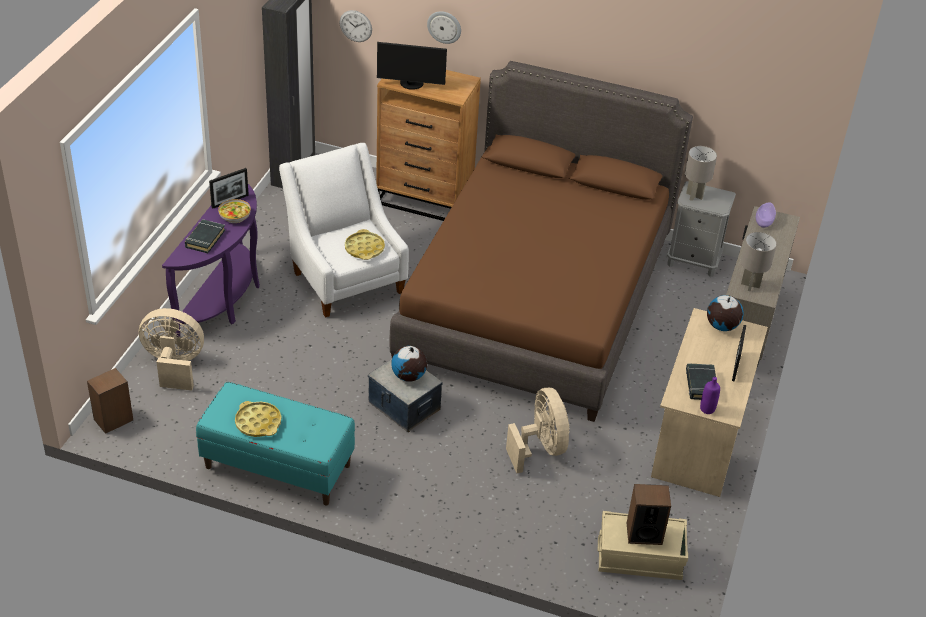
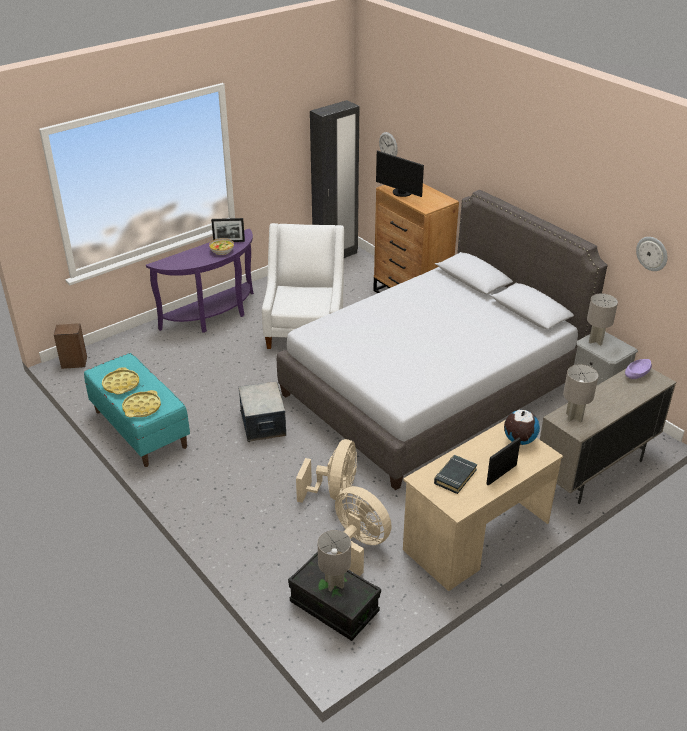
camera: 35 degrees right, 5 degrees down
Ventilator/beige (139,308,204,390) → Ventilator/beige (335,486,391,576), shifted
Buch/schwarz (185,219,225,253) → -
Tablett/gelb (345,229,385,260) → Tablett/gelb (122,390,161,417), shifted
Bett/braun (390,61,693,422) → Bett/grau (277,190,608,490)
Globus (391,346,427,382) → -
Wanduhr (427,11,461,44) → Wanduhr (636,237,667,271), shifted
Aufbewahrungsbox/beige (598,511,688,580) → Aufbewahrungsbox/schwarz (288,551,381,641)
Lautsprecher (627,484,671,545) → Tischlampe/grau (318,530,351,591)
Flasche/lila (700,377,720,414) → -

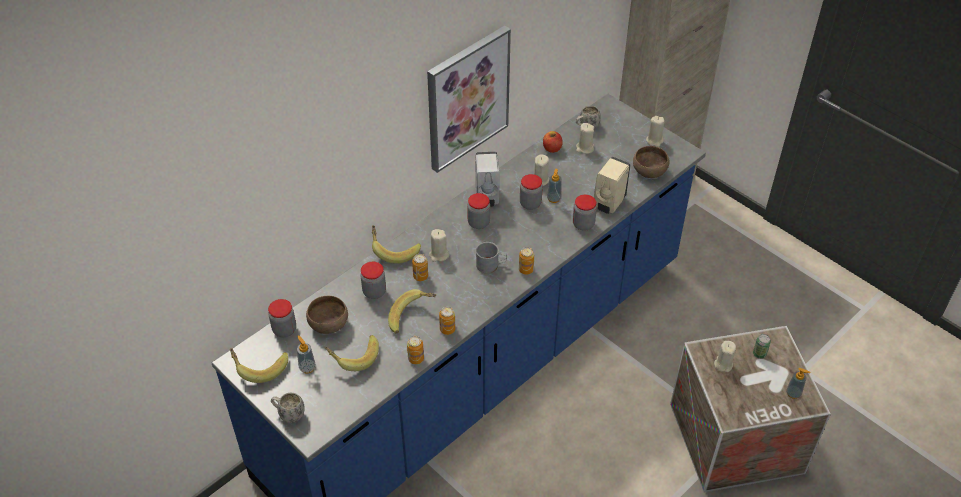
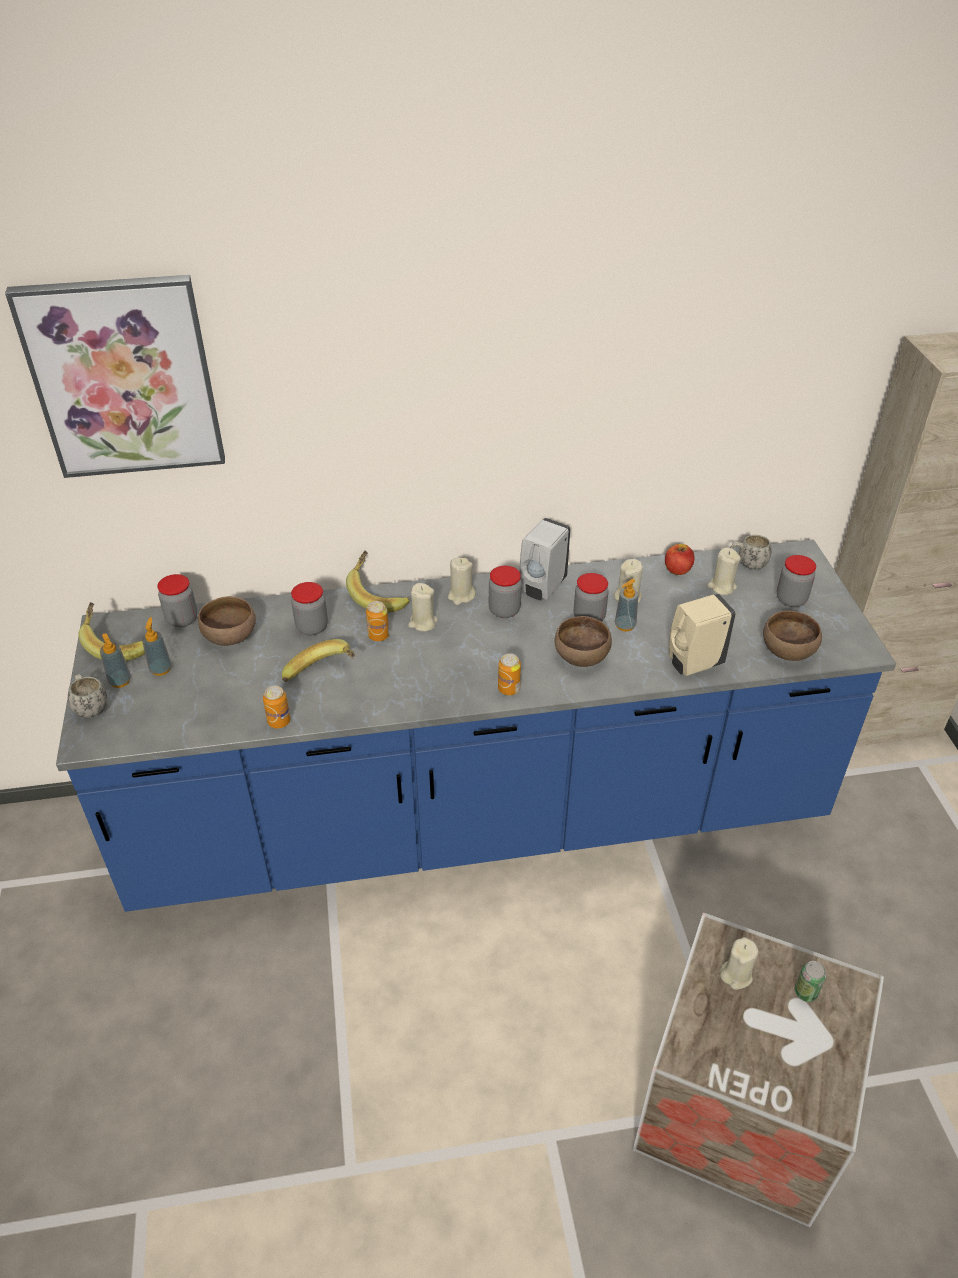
camera: 35 degrees right, 5 degrees down
Banane (325,335,379,371) → -
Bild (427,26,511,173) → Bild (5,275,225,478), shifted
Dose (439,307,456,335) → -
Henkelbecher/grau (476,242,507,273) → -
Vorratsglas (573,195,597,231) → Vorratsglas (777,555,816,607), shifted
Kerze/beige (646,116,664,147) → Kerze/beige (448,558,476,605), shifted
Seifenspender (786,368,811,399) → Seifenspender (100,633,131,688), shifted
- → Schüssel/braun (554,616,612,667)

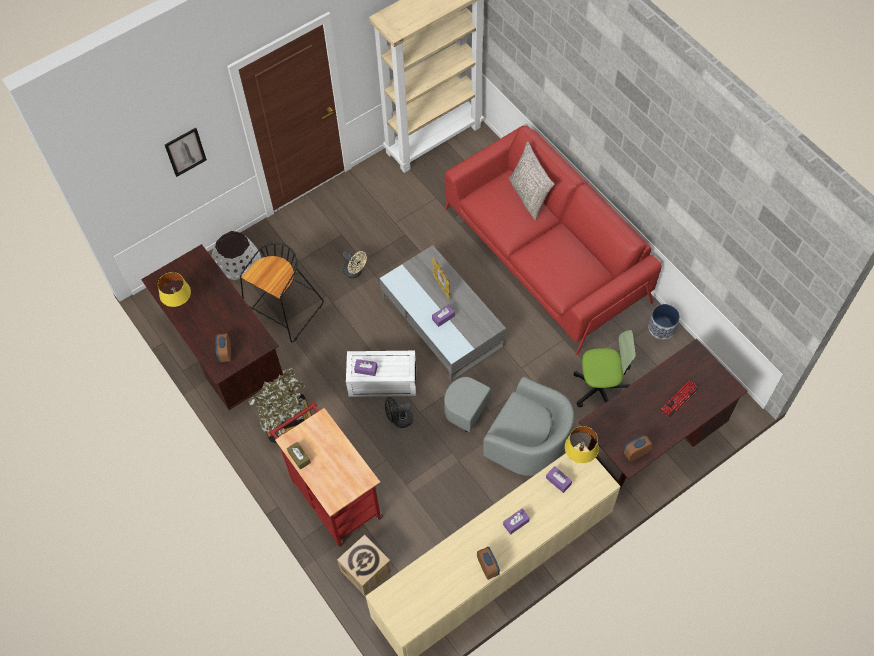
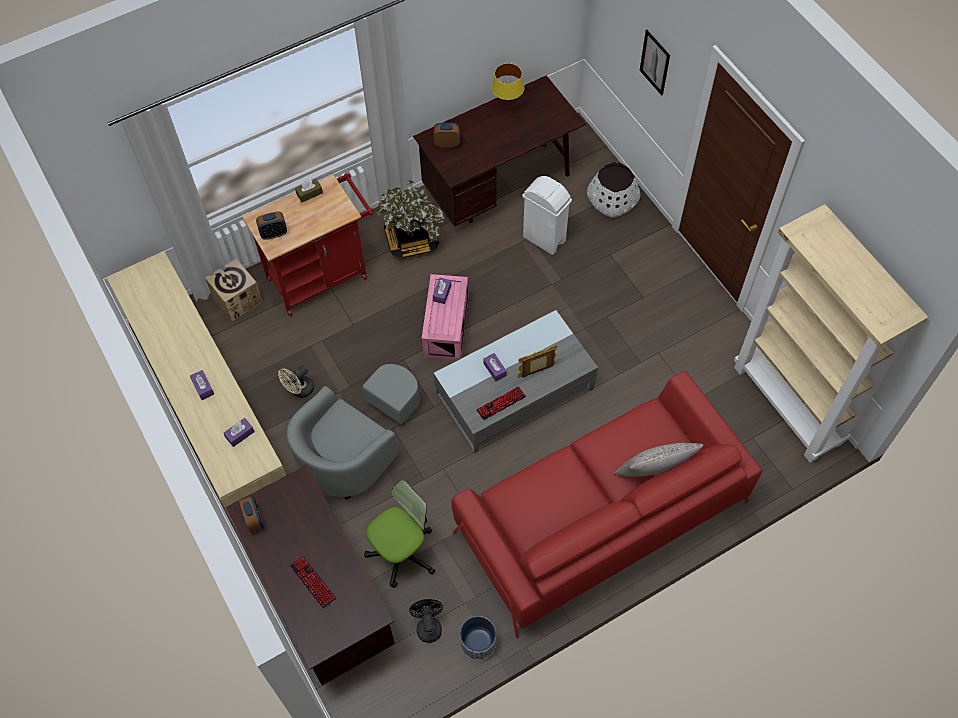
camera: 95 degrees right, 0 degrees up
Hocker/schwarz (240,243,324,343) → Mülleimer/weiß (522,176,572,255)
Ventilator/beige (342,251,367,279) → Ventilator/beige (278,365,314,398), shifted
Aufbewahrungsbox/weiß (346,351,416,397) → Aufbewahrungsbox/rosa (422,274,468,360)
Ventilator/schwarz (385,397,413,428) → Ventilator/schwarz (409,599,443,643), shifted
Wecker (477,547,500,580) → Wecker (256,211,287,240), shifted
Tischlampe/gelb (565,426,599,463) → -
Bürostuhl (574,330,636,407) → Bürostuhl (364,480,435,588), 135 degrees counterclockwise
- → Tastatur (476,386,526,420)

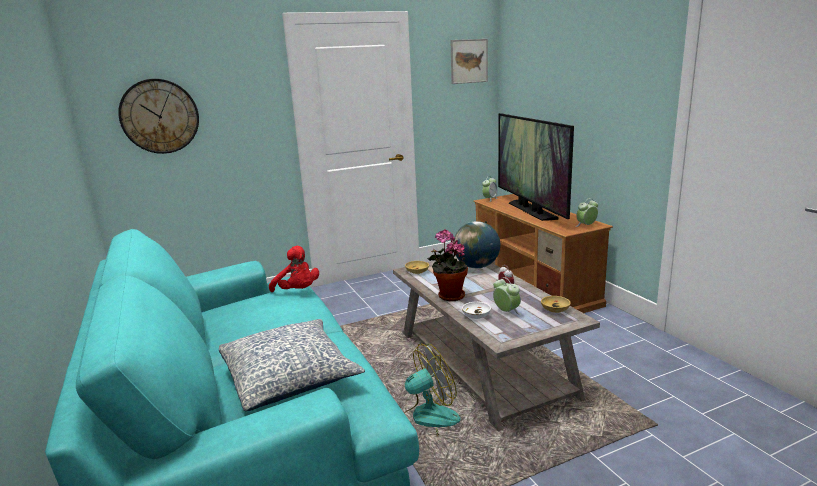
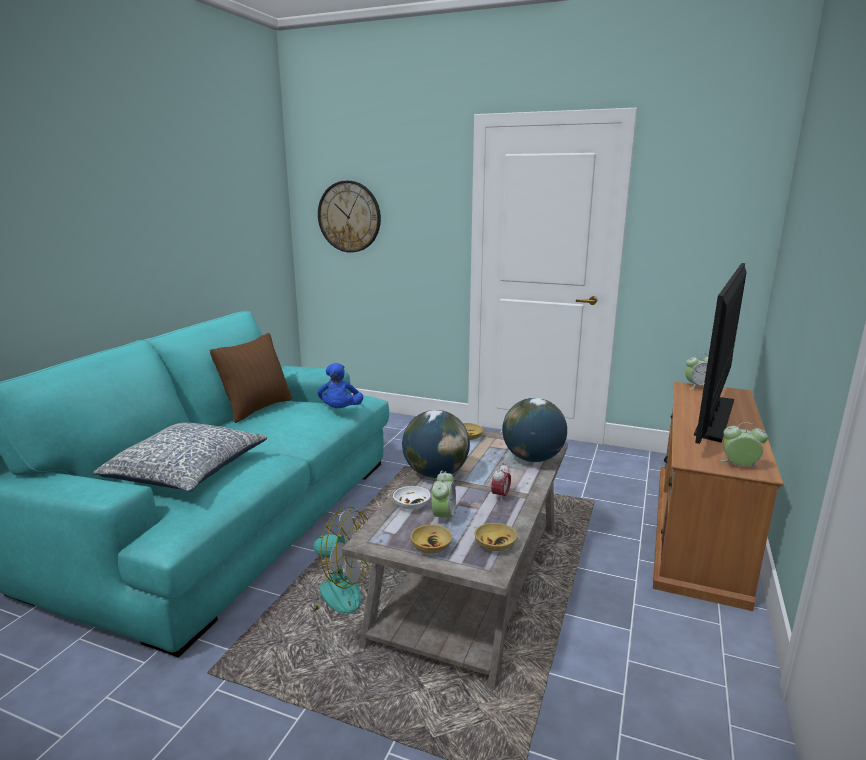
camera: 45 degrees right, 0 degrees up
Plüschtier/rot (269,246,319,292) → Plüschtier/blau (317,363,363,408)
Topfpflanze (427,229,468,301) → Globus (402,410,470,478)
Bild (450,39,488,84) → -
- → Kissen/braun (210,333,292,423)
- → Schüssel/beige (410,524,452,553)

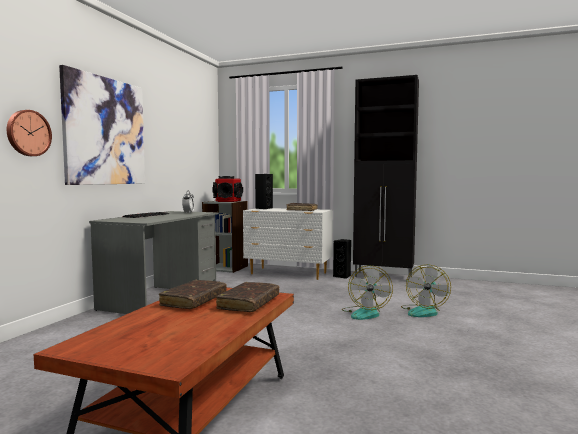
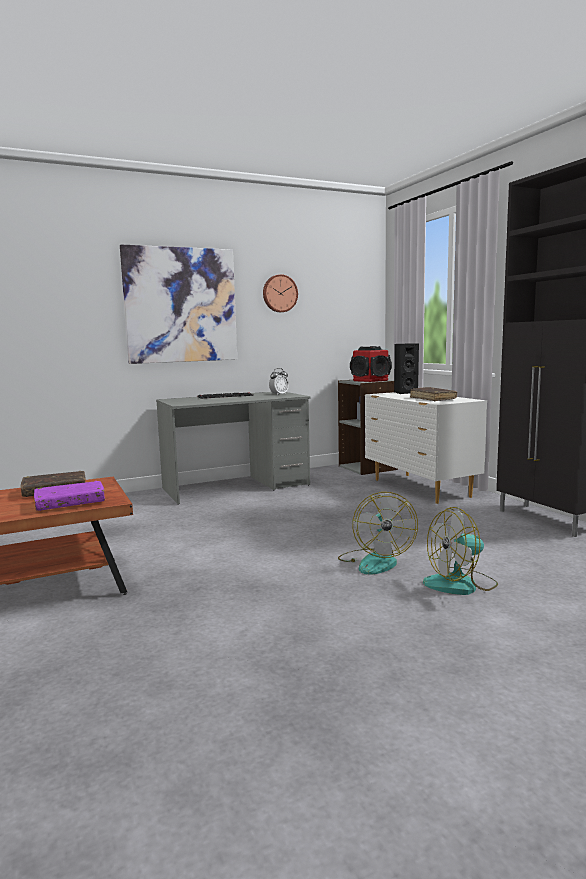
camera: 45 degrees right, 5 degrees up
Wanduhr (7,110,52,156) → Wanduhr (263,274,298,312), shifted
Buch/braun (216,282,279,312) → Buch/lila (34,481,105,511)
Lautsprecher/schwarz (333,239,351,279) → -
Ventilator (342,266,393,320) → Ventilator (338,492,418,574), 60 degrees counterclockwise

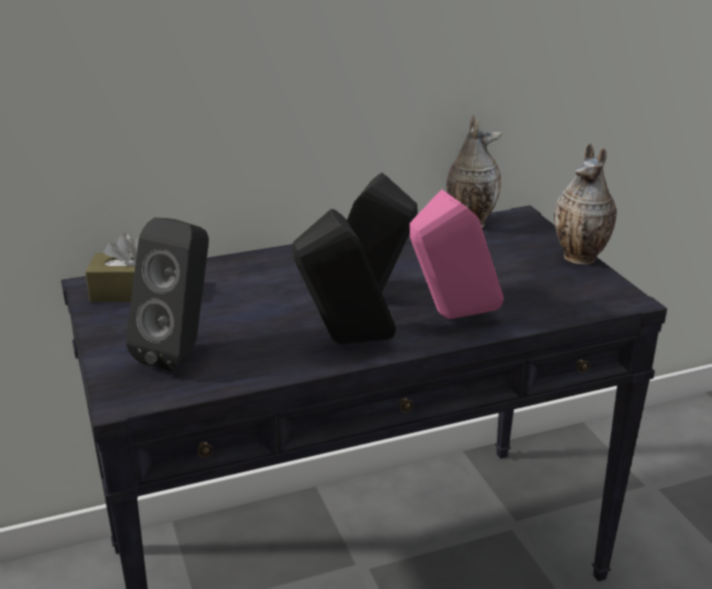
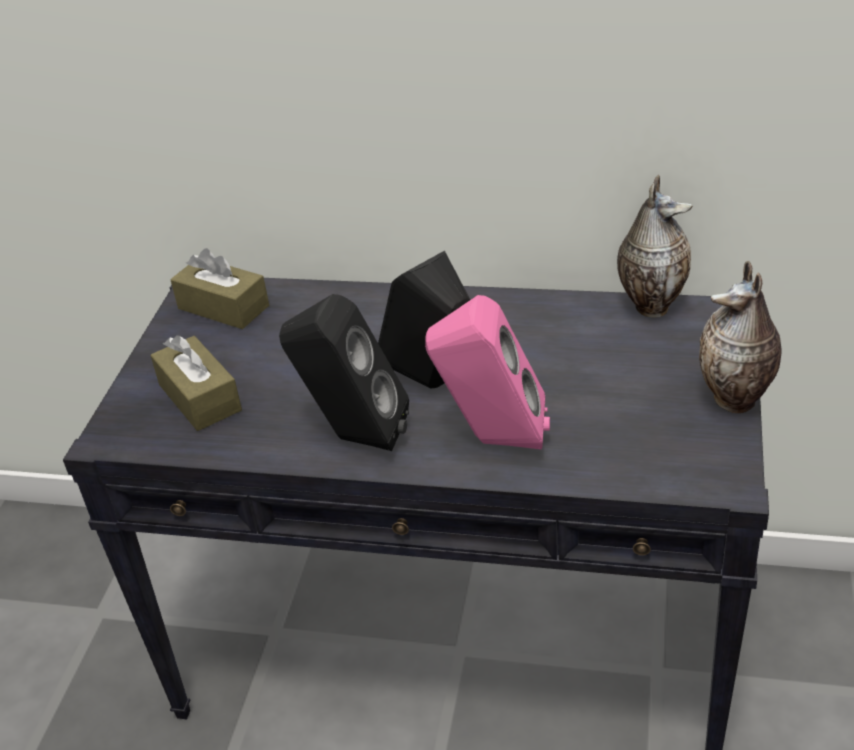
camera: 35 degrees right, 10 degrees up
Lautsprecher/schwarz (126,218,209,371) → Taschentuchbox/braun (150,335,242,431)

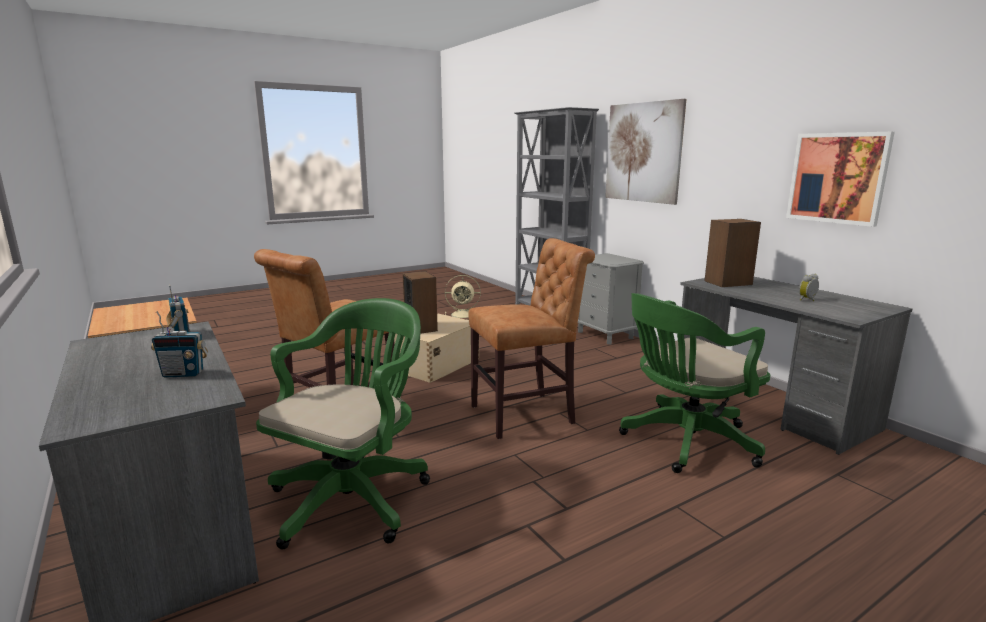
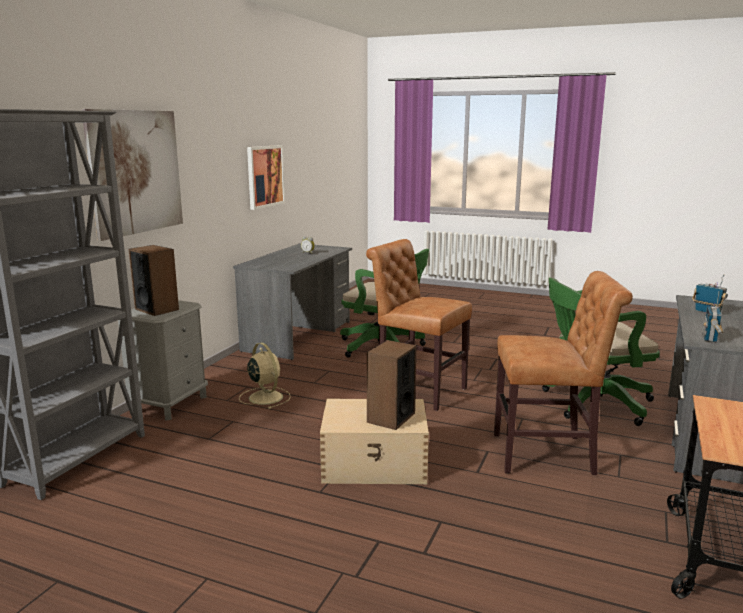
camera: 125 degrees left, 0 degrees up
Ventilator/beige (445,275,481,320) → Ventilator/beige (239,343,291,409), shifted
Lautsprecher (705,219,761,287) → Lautsprecher (129,245,179,316), shifted

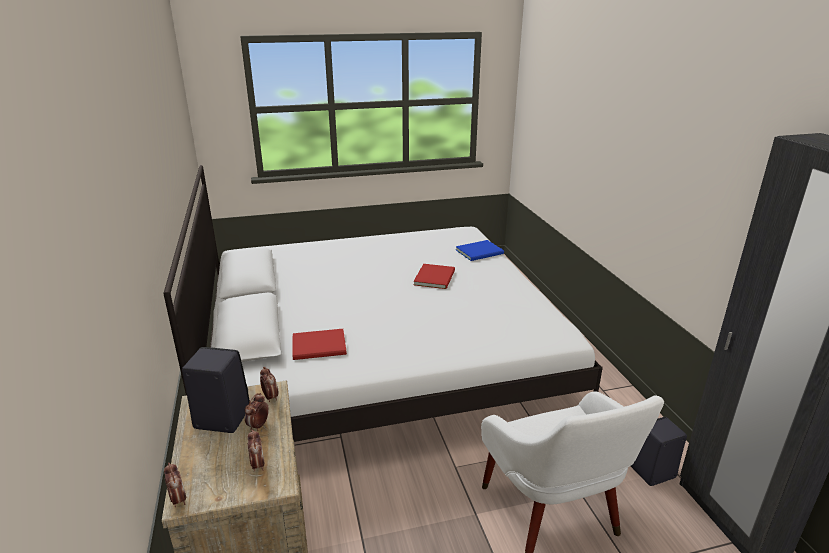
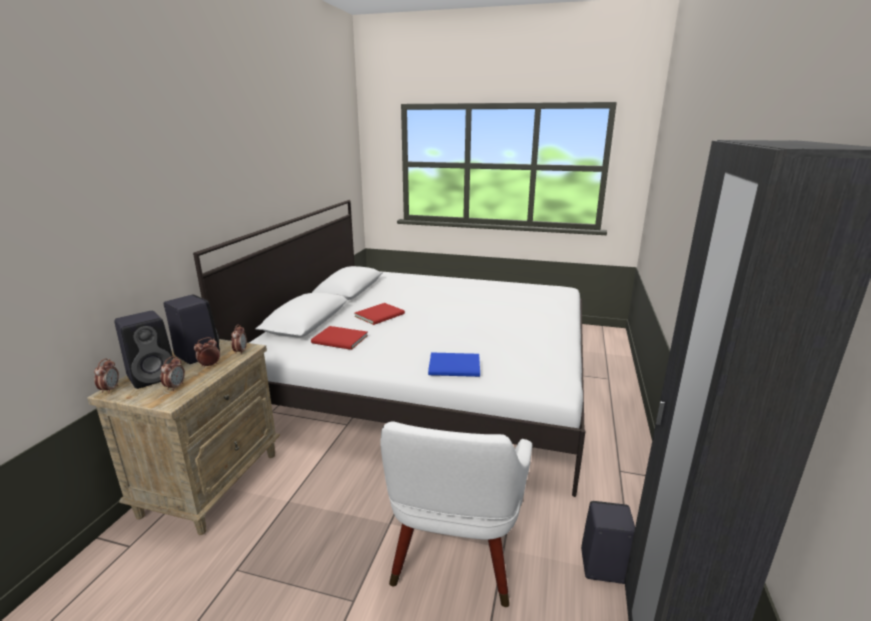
camera: 30 degrees right, 5 degrees down
Buch/rot (413,264,455,289) → Buch/rot (354,303,405,325), shifted
Buch/blau (456,240,504,261) → Buch/blau (428,352,480,377), shifted
- → Lautsprecher/schwarz (114,311,173,389)

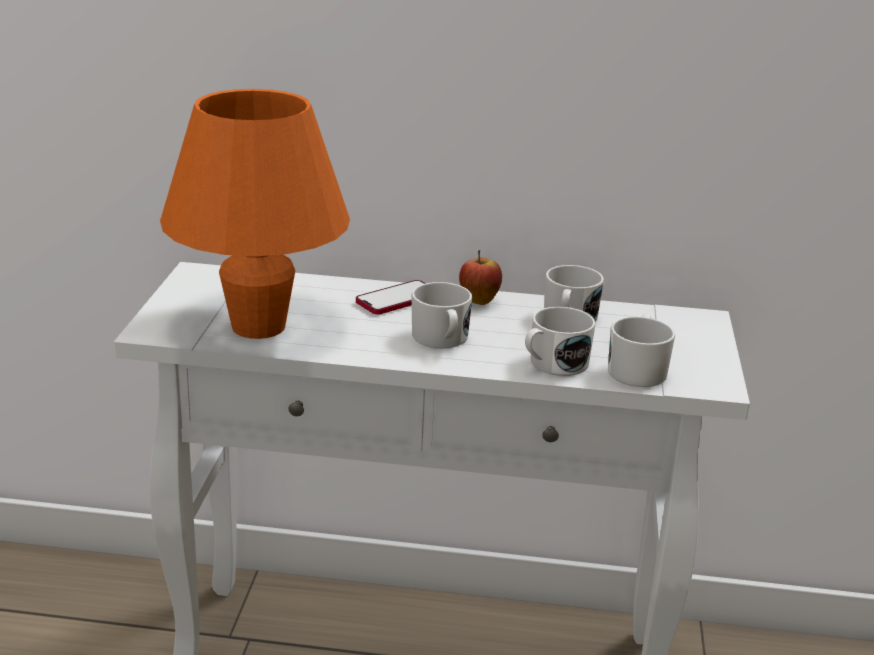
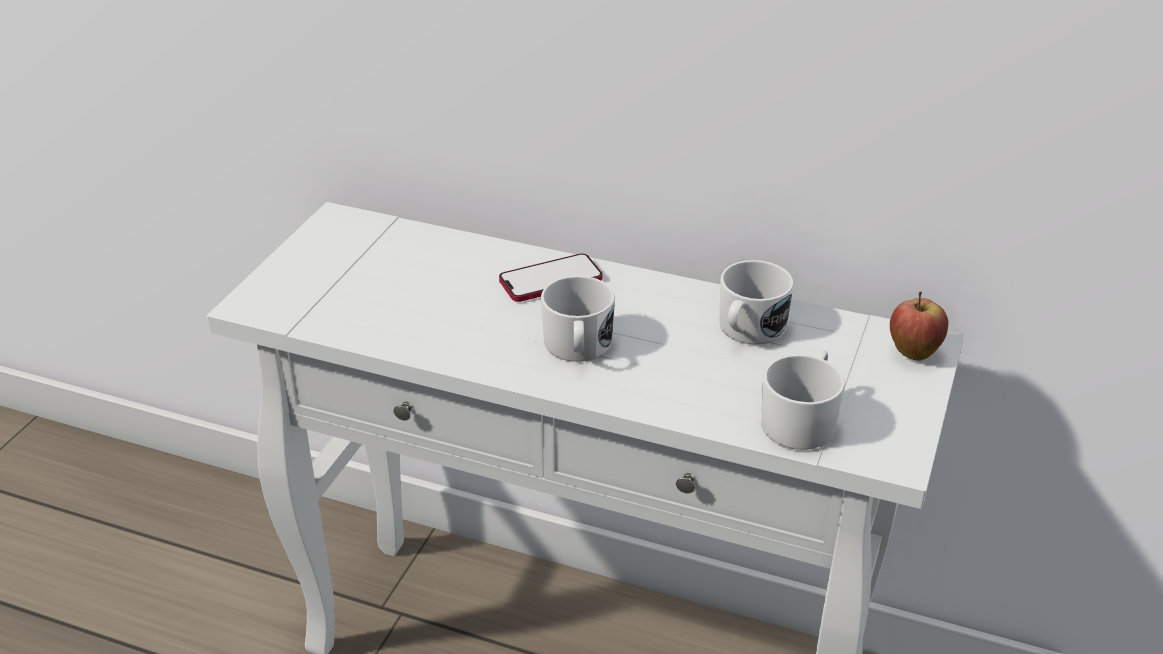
camera: 15 degrees right, 10 degrees up
Tischlampe/orange (160,89,350,339) → -
Apfel (459,250,502,305) → Apfel (890,292,948,361), shifted
Henkelbecher/weiß (525,307,596,376) → -

